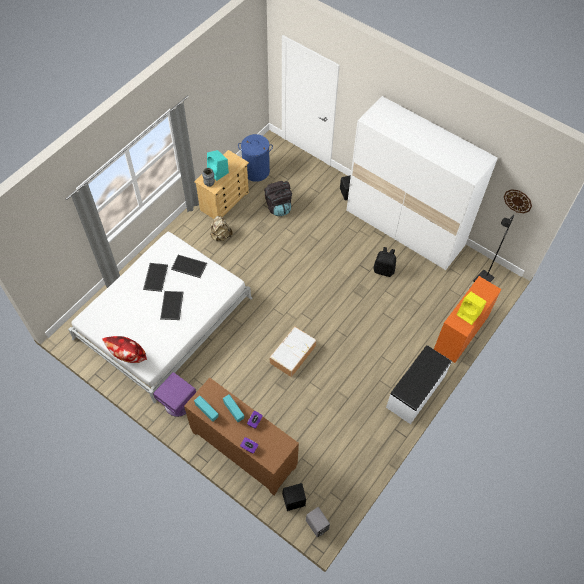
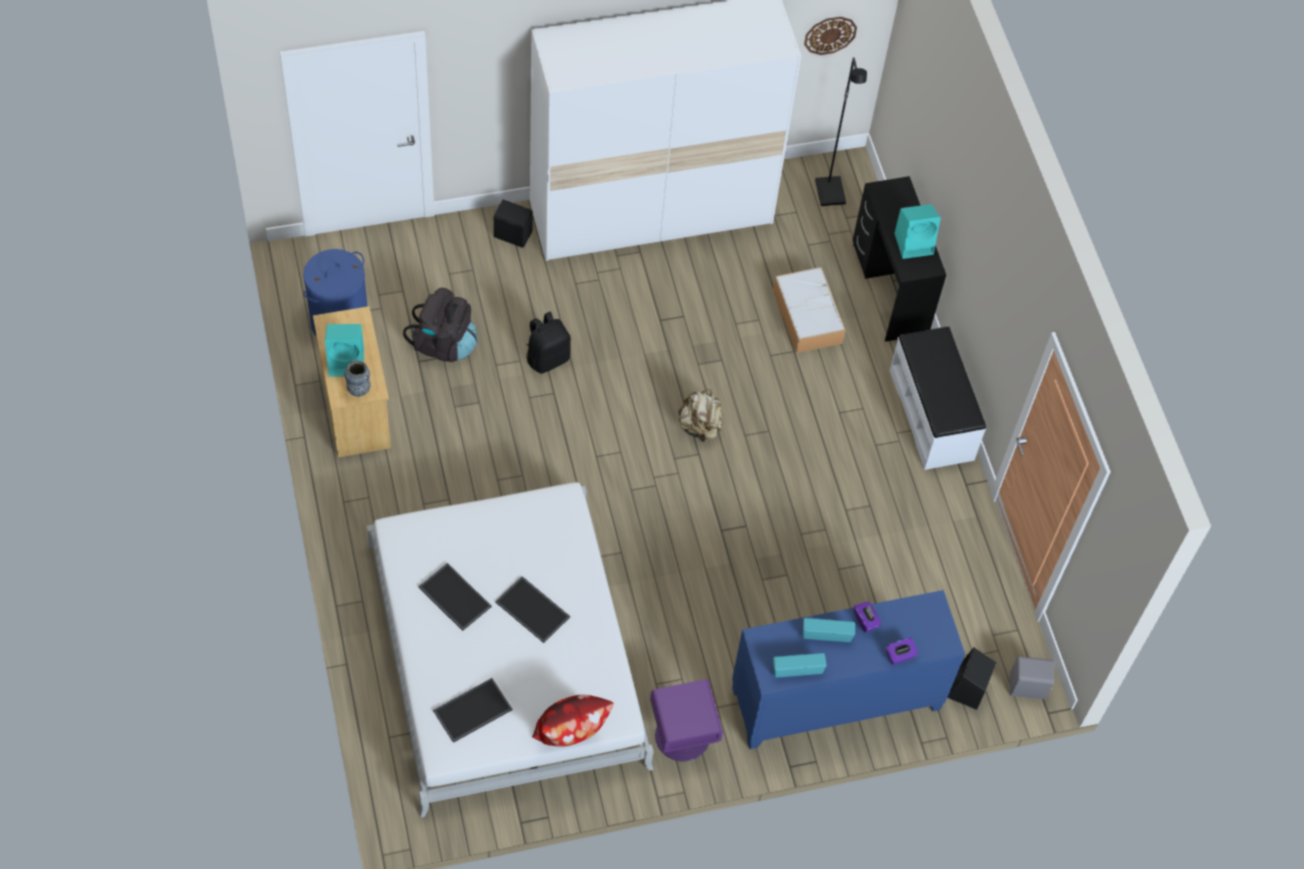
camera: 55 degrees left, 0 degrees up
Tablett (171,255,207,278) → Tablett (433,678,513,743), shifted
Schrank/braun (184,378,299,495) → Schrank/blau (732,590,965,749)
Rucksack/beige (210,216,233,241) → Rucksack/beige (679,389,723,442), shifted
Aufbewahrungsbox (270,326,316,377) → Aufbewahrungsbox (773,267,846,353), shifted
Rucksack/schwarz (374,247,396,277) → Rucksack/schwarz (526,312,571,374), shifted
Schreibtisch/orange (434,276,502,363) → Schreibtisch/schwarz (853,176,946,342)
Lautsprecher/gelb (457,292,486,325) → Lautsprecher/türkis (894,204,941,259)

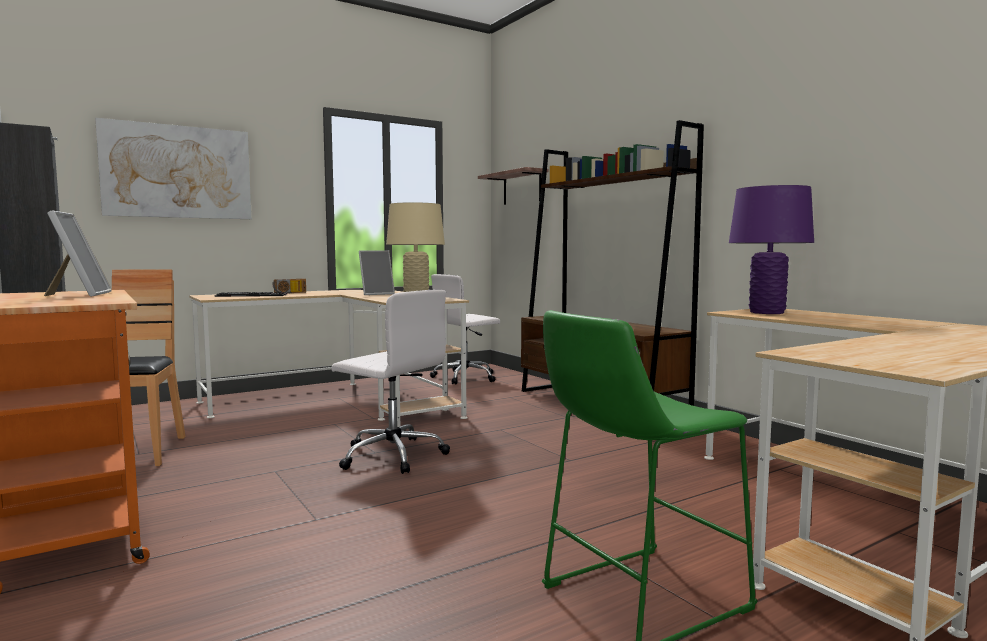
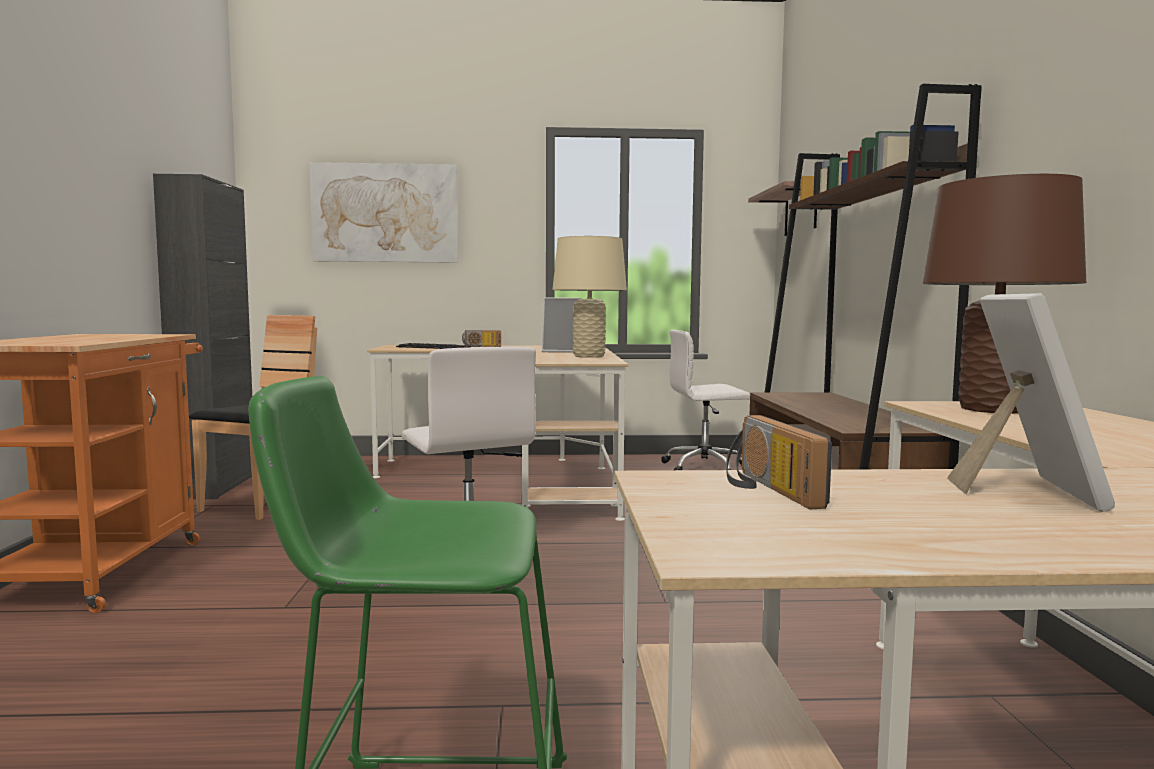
camera: 30 degrees right, 0 degrees up
Bilderrahmen (44,211,112,297) → Bilderrahmen (947,293,1115,512), shifted
Tischlampe/lila (729,185,814,314) → Tischlampe/braun (923,174,1086,414)
- → Radio (726,415,832,509)

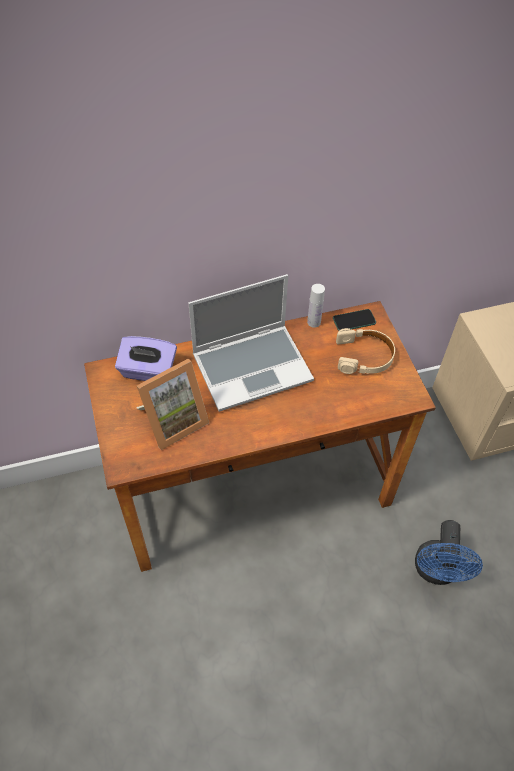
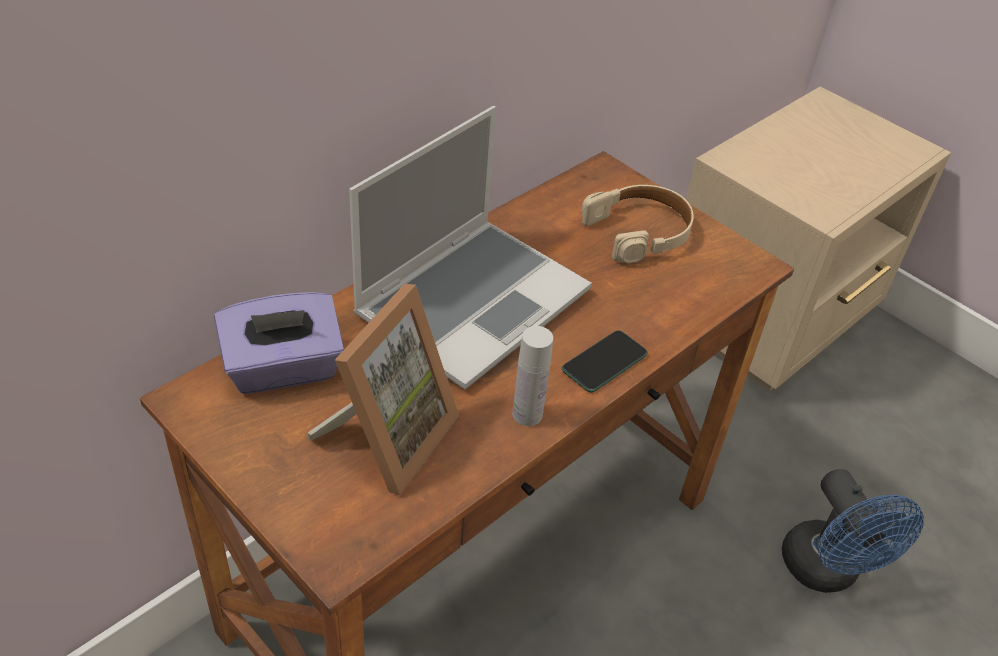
camera: 30 degrees left, 10 degrees down
Flasche/weiß (307,284,325,328) → Flasche/weiß (512,326,553,426), shifted
Handy (333,309,376,331) → Handy (562,330,648,393), shifted

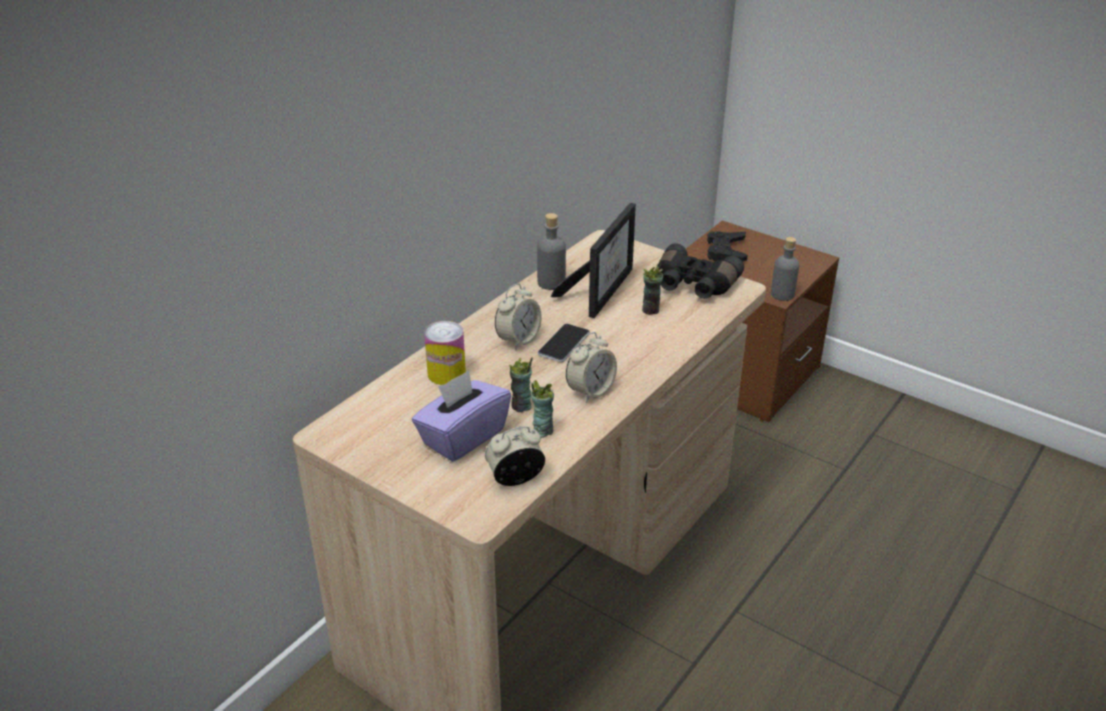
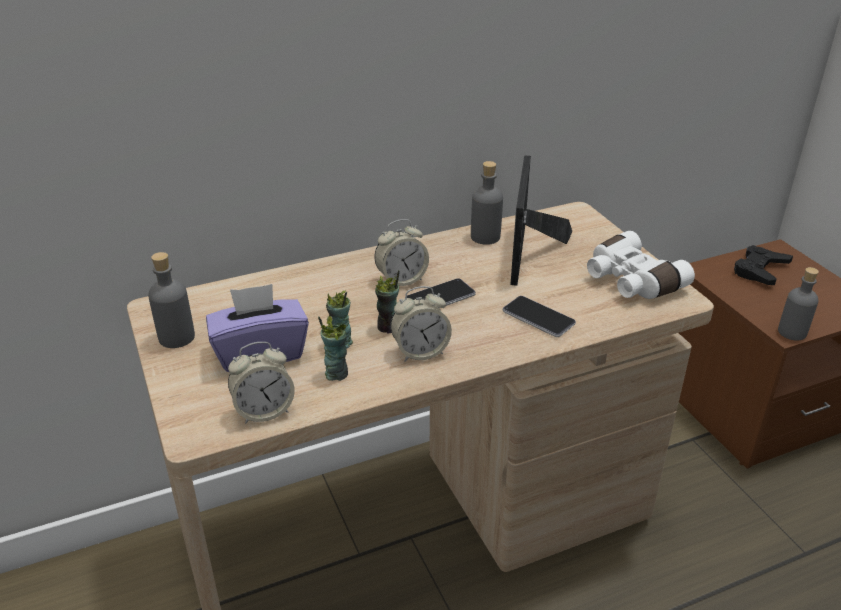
camera: 30 degrees right, 0 degrees up
Dose (424,321,466,385) → -
Wecker (485,426,545,486) → Wecker (228,342,295,424), 150 degrees clockwise
Bilderrahmen (551,203,636,318) → Bilderrahmen (510,155,572,286), 135 degrees clockwise
Tasse (642,259,663,315) → Tasse (375,270,400,334), shifted
Fernglas/schwarz (656,243,744,299) → Fernglas/weiß (587,231,695,299)
- → Flasche/grau (148,252,195,348)
- → Handy (503,296,576,337)

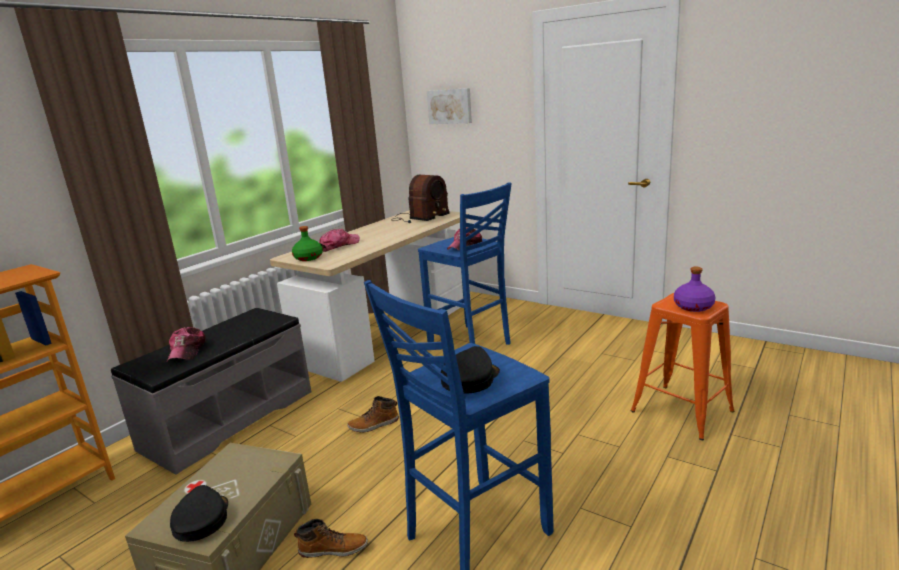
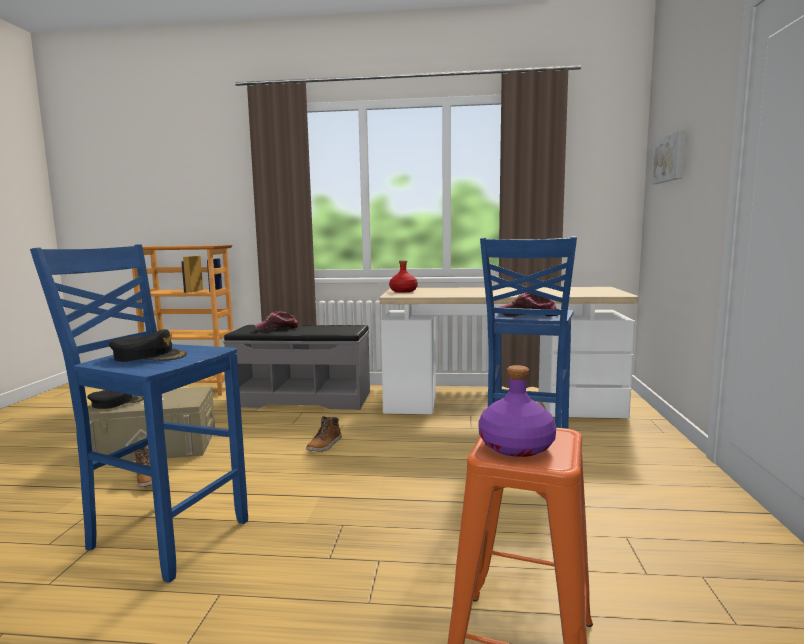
camera: 60 degrees right, 10 degrees down
Flasche/grün (292,226,323,261) → Flasche/rot (389,260,418,292)
Kappe (319,229,360,252) → -
Stiefel (347,396,399,432) → Stiefel (306,416,342,452), 105 degrees counterclockwise
Radio (391,175,450,223) → -

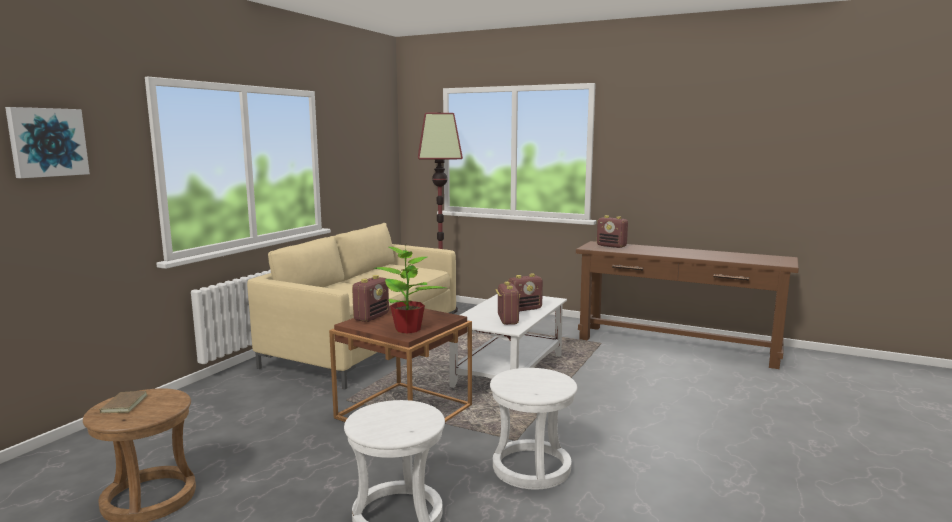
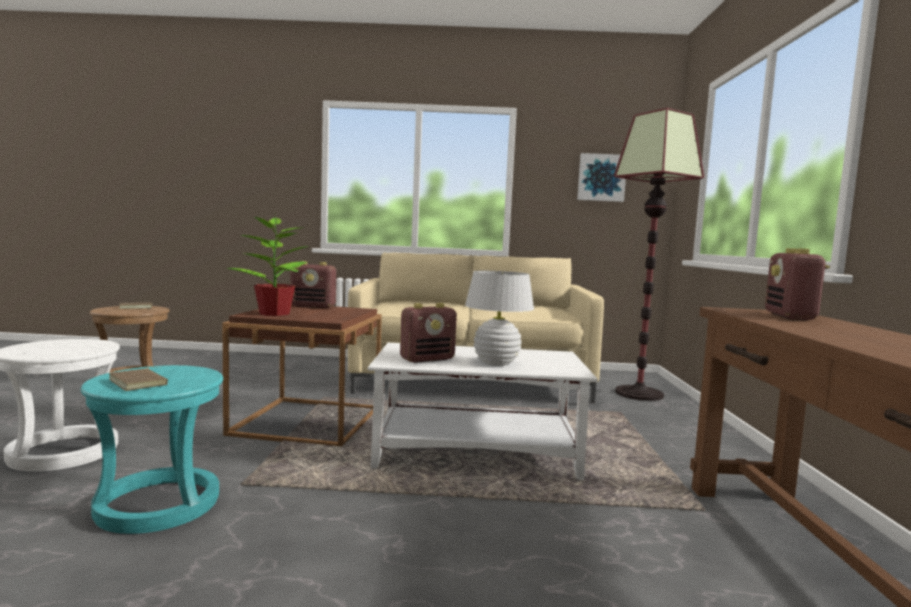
camera: 65 degrees right, 5 degrees down
Bild (5,107,90,178) → Bild (577,153,626,202), shifted
Hocker/weiß (490,368,577,490) → Hocker/türkis (81,365,223,534)
Radio (508,273,543,311) → Tischlampe/weiß (465,271,534,366)
- → Buch/braun (109,367,168,391)

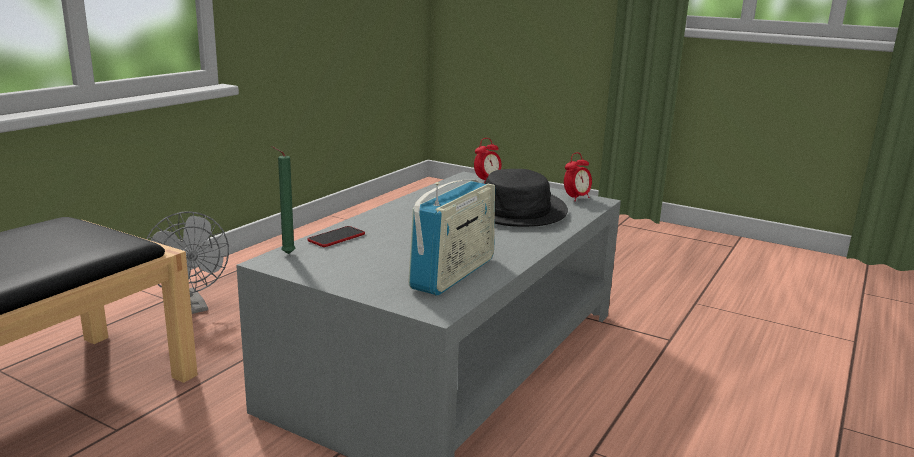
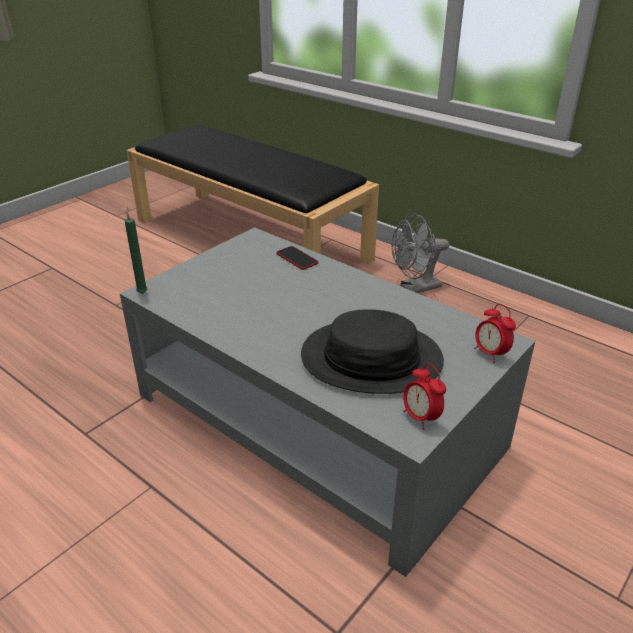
camera: 100 degrees right, 15 degrees up
Kerze/grün (271,146,295,254) → Kerze/grün (125,207,148,294), shifted
Radio (408,180,495,296) → -

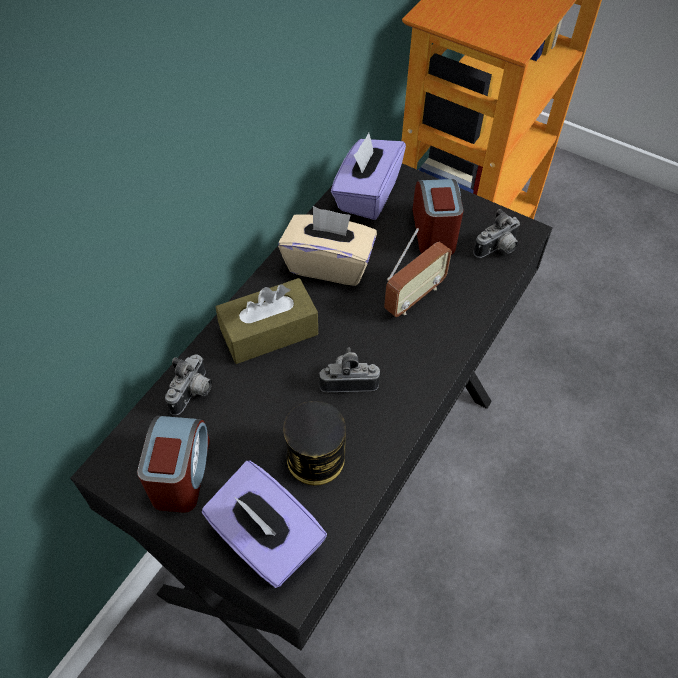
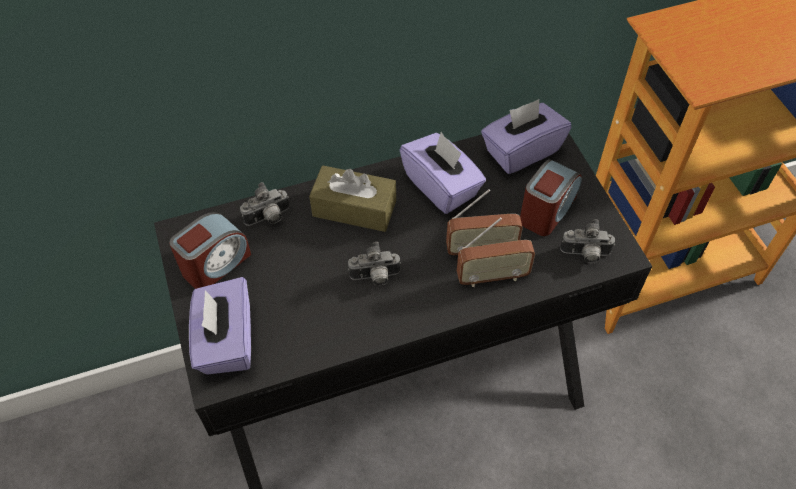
camera: 40 degrees right, 0 degrees up
Taschentuchbox/beige (278,206,377,286) → Taschentuchbox/lila (400,132,486,214)
Dose (283,401,346,486) → -
Kamera (319,347,380,392) → Kamera (348,242,401,286), 135 degrees clockwise
- → Radio (457,218,535,287)

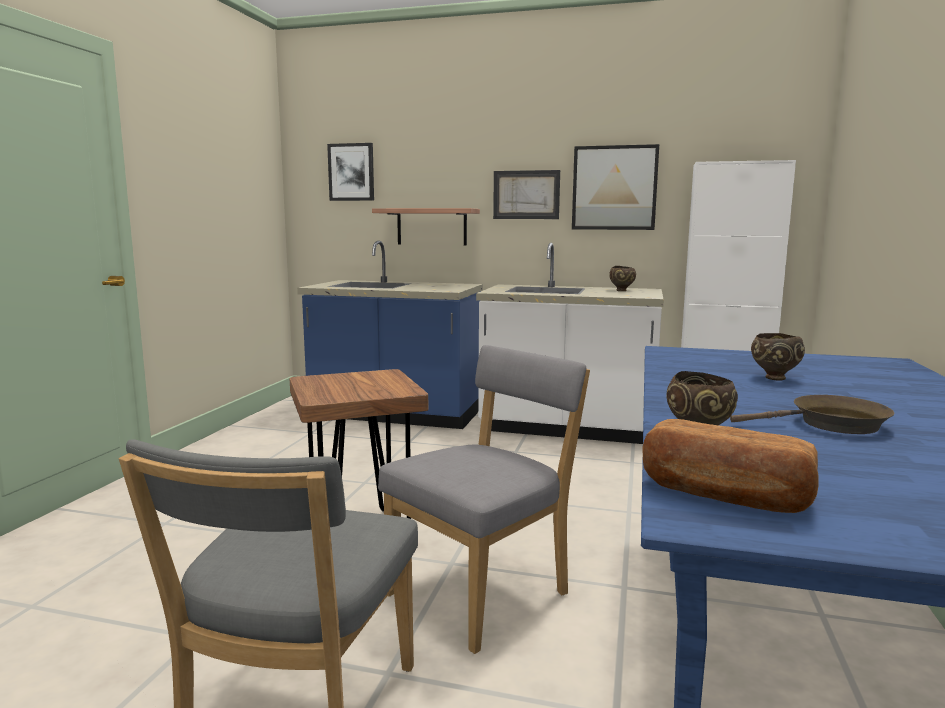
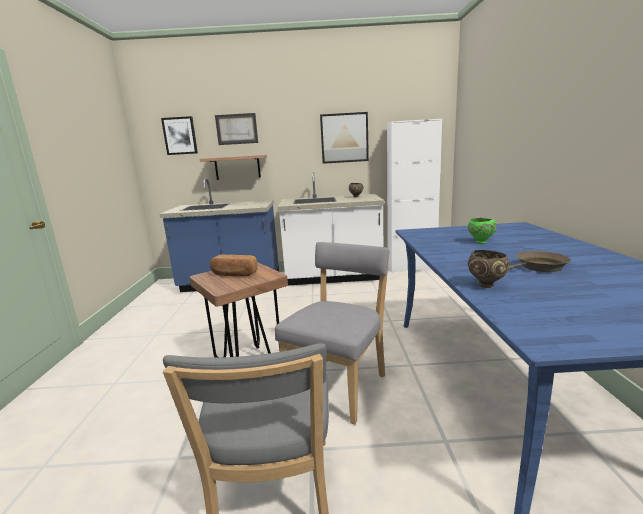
camera: 15 degrees left, 5 degrees up
Bild (493,170,560,219) → Bild (215,113,258,145), shifted
Brot (642,419,819,513) → Brot (210,255,258,277), shifted
Schüssel/braun (751,333,805,381) → Schüssel/grün (468,218,497,244)

